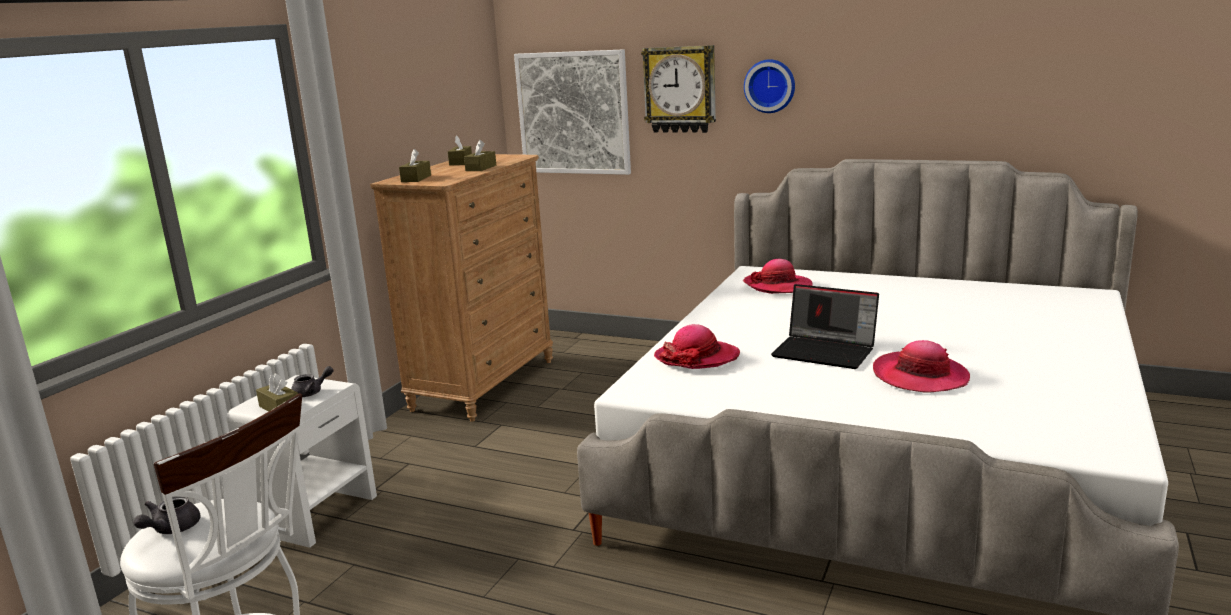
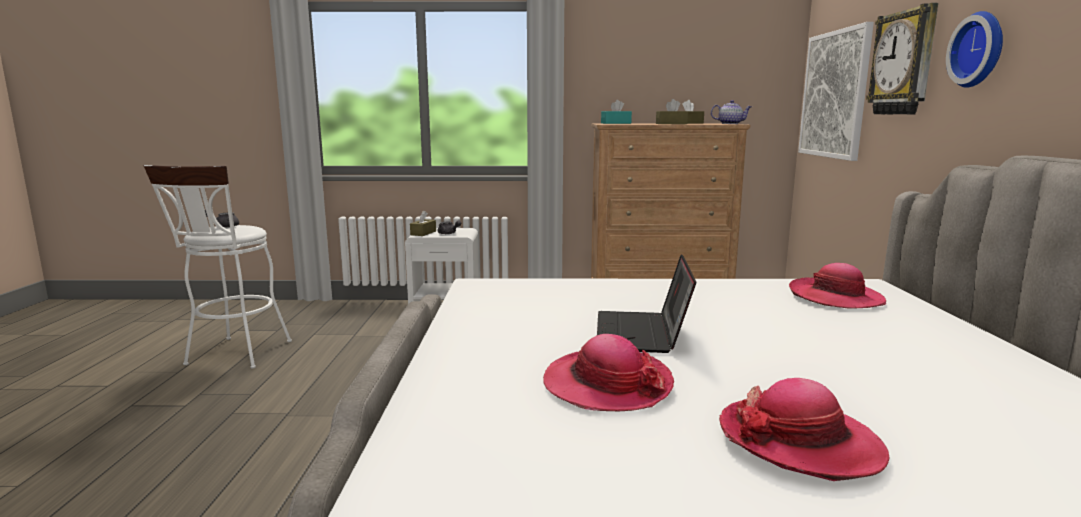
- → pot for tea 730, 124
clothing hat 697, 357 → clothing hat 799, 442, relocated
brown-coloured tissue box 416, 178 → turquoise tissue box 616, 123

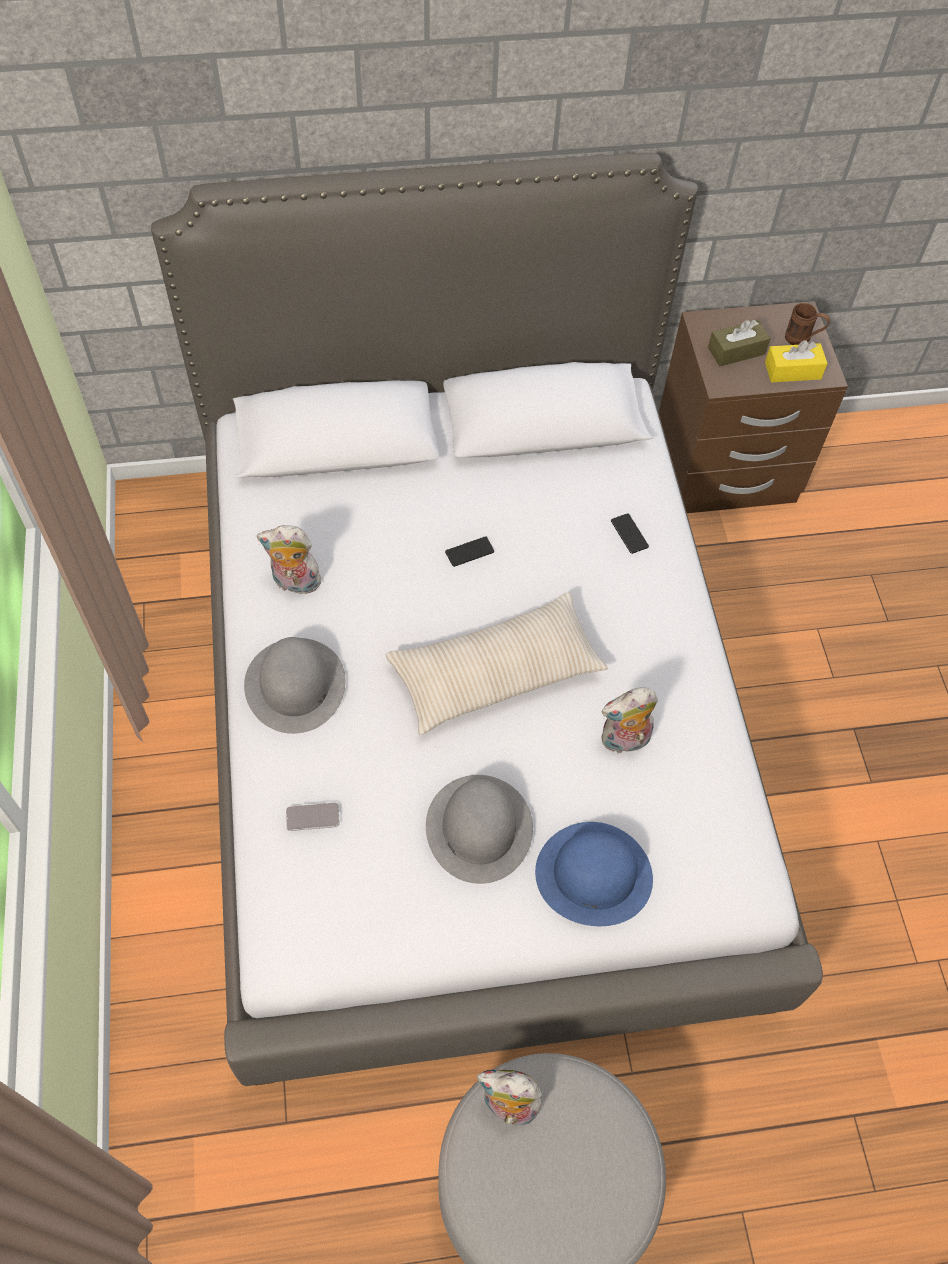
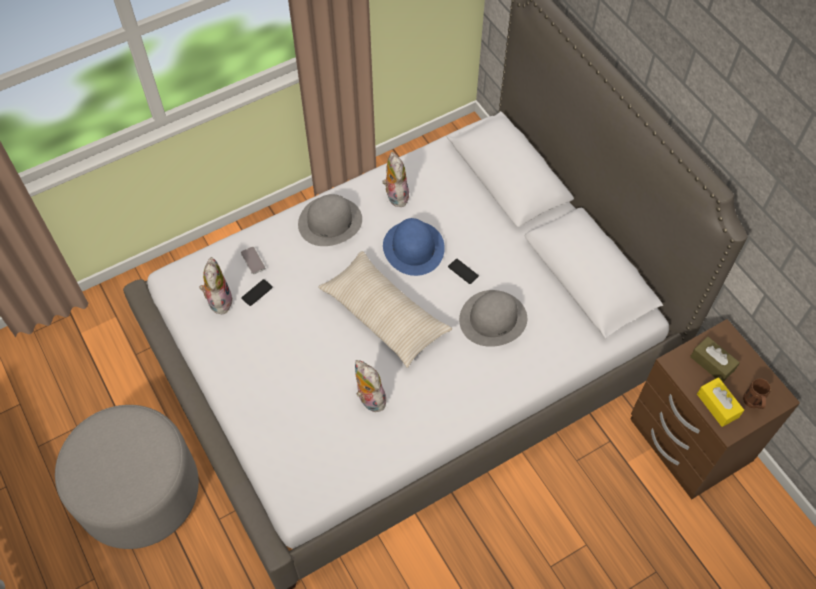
gray clothing hat 478, 827 → gray clothing hat 493, 318, relocated
soft toy 508, 1106 → soft toy 218, 300, relocated
bluish clothing hat 594, 874 → bluish clothing hat 413, 248, relocated
phone 629, 534 → phone 257, 293, relocated

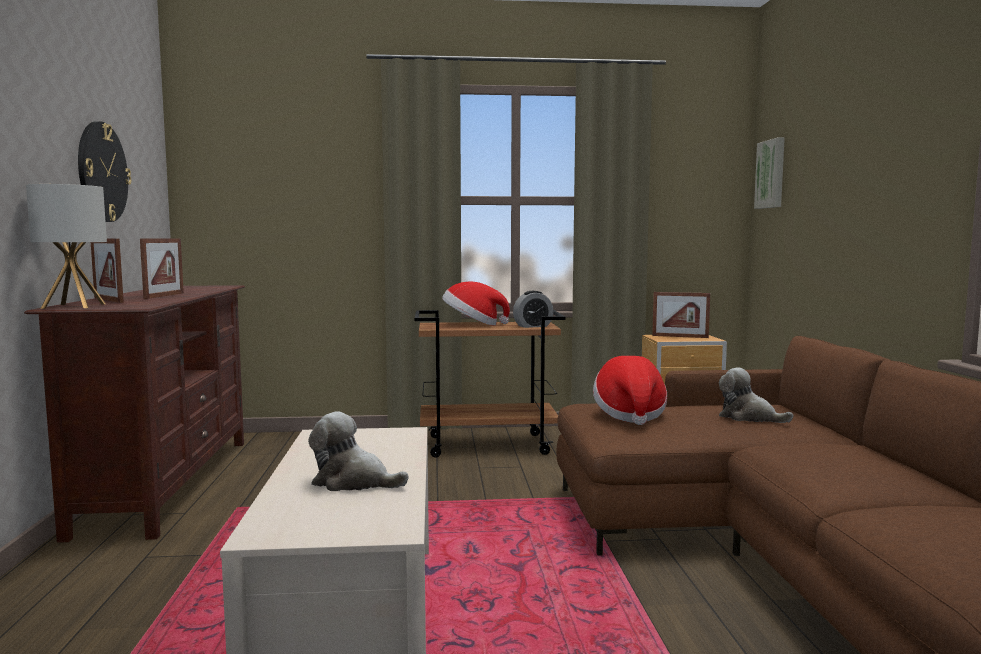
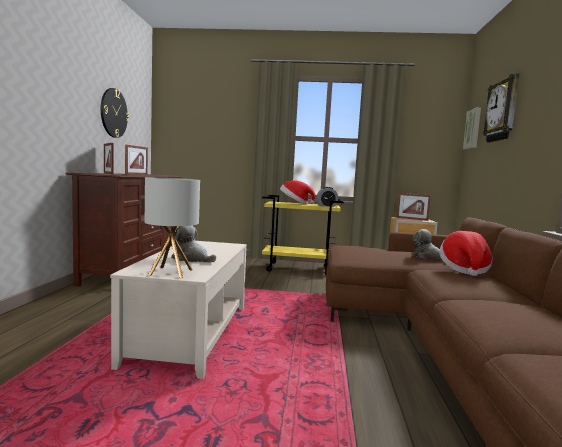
- → hanging clock 502, 110
lamp for a table 73, 306 → lamp for a table 170, 272, relocated
clothing hat 629, 414 → clothing hat 464, 269, relocated
brown-coloured cart 489, 445 → yellow cart 299, 269

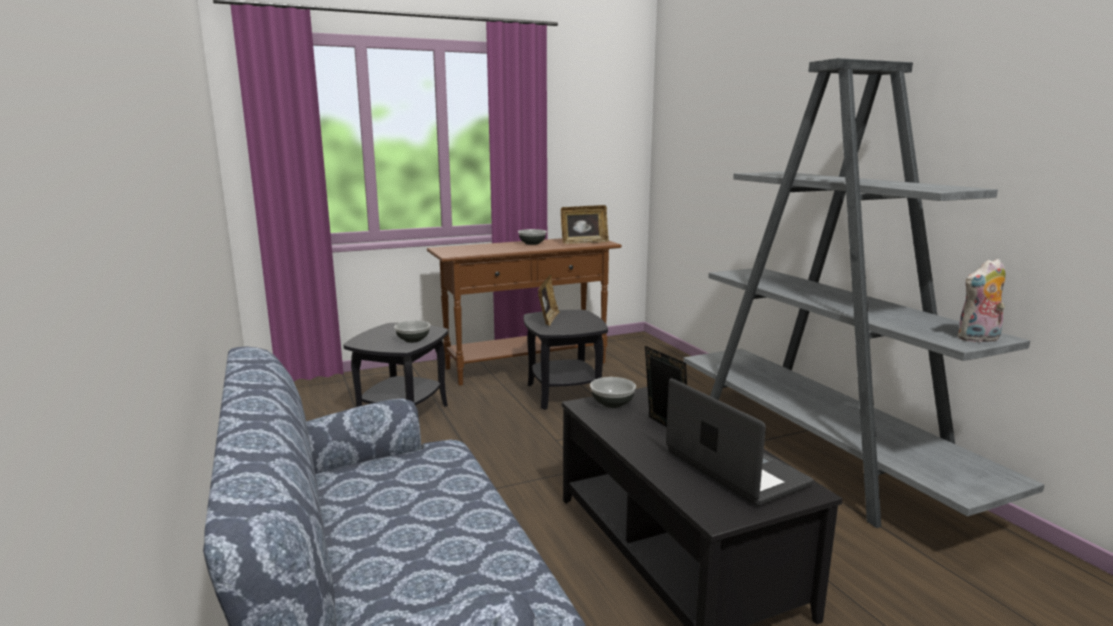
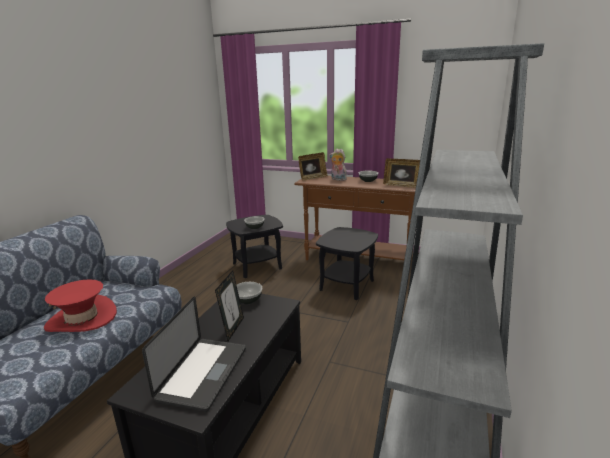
- → red-coloured clothing hat 82, 319
standing frame 548, 320 → standing frame 312, 178, relocated
soft toy 978, 339 → soft toy 337, 179, relocated

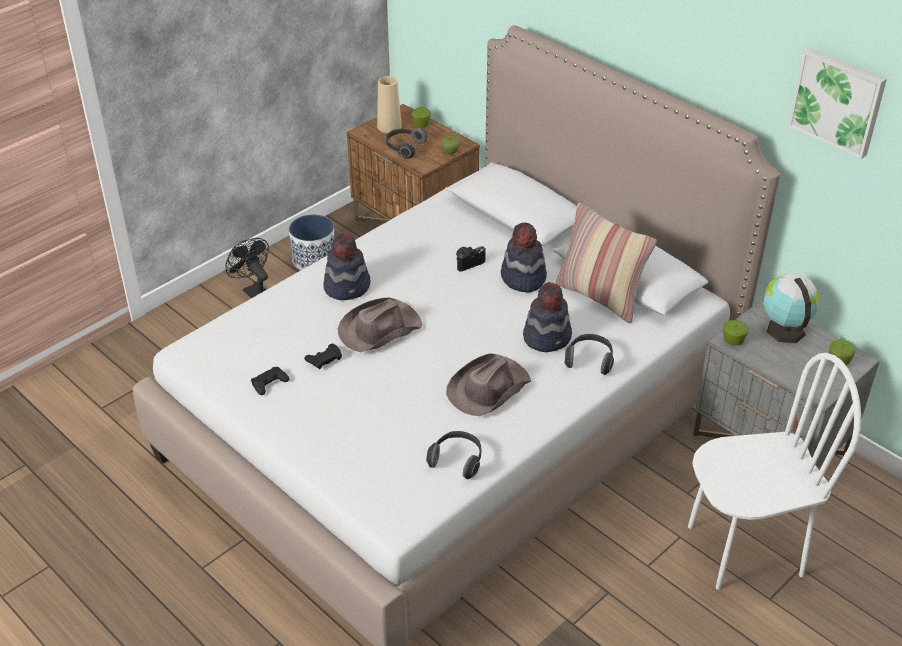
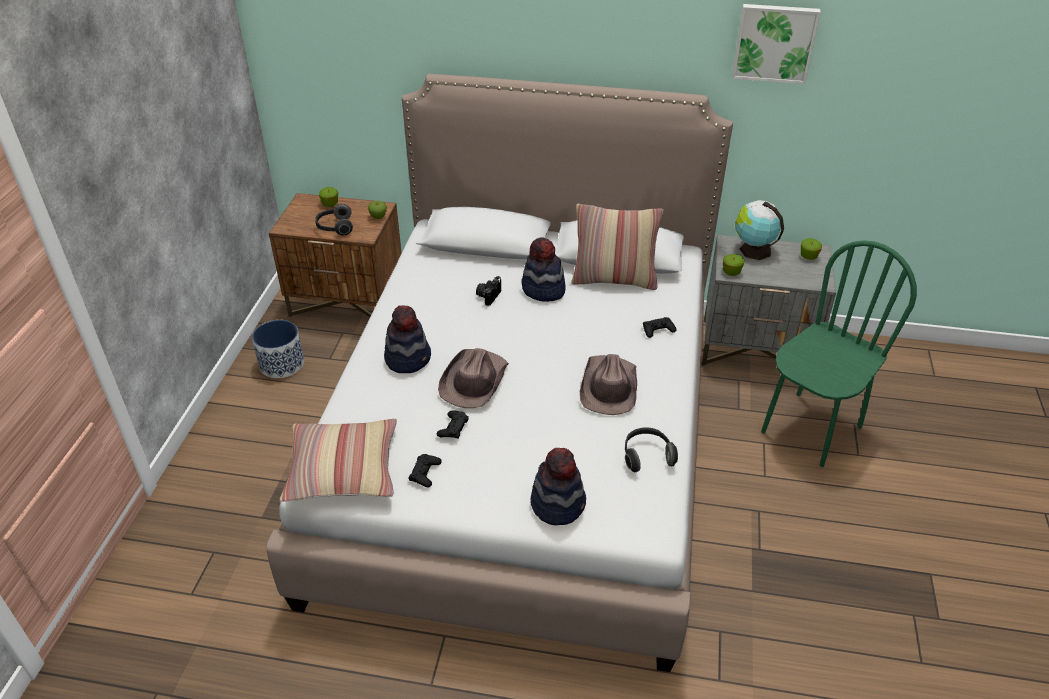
black-coloured cooling fan 254, 292 → -
sand-coloured vase 389, 126 → -
- → cushion 343, 469
clothing hat 547, 337 → clothing hat 558, 503, relocated
headset 589, 360 → black-coloured joypad 658, 330
white plain chair 744, 549 → green plain chair 810, 429

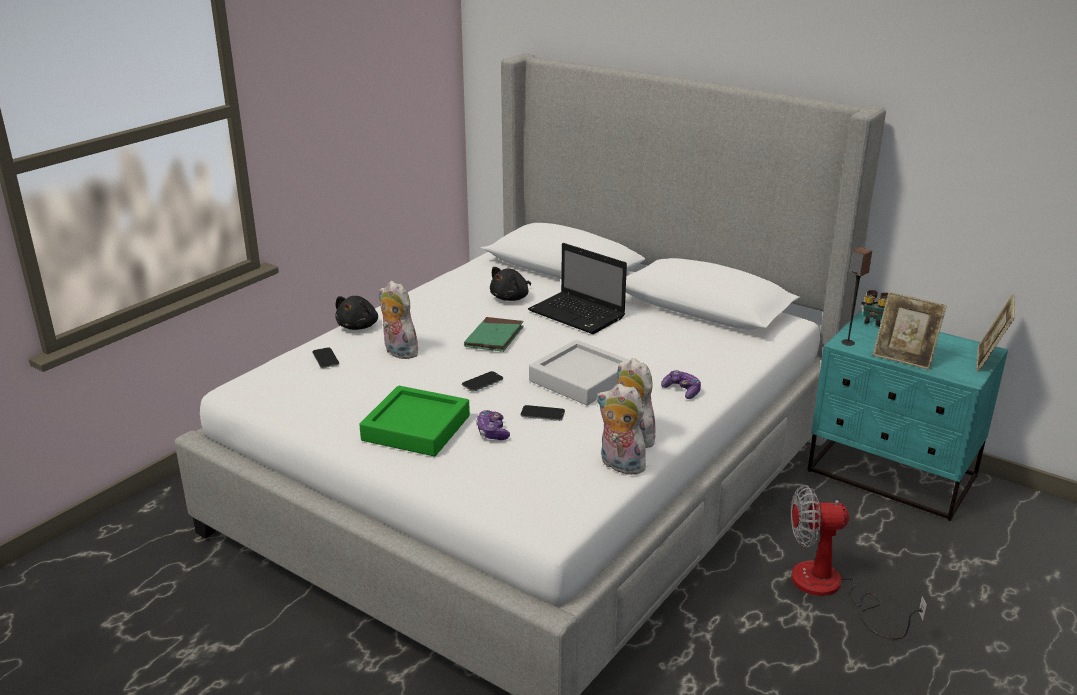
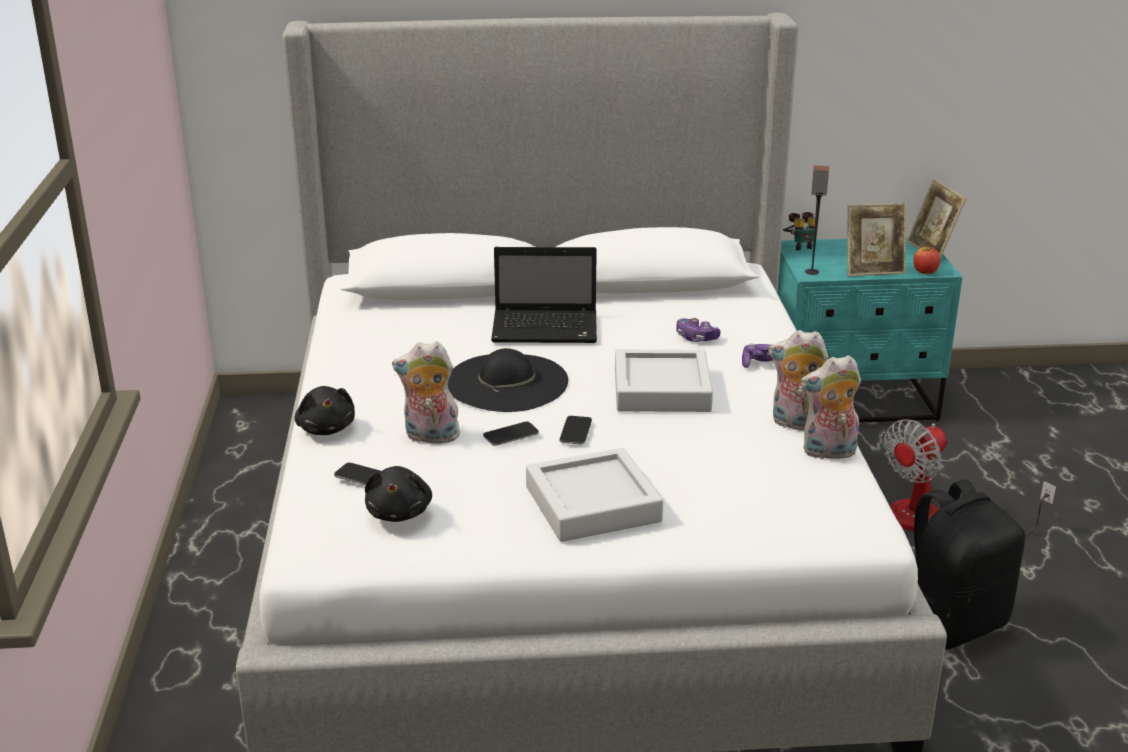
- → apple 925, 271
- → black-coloured knapsack 951, 623
joypad 492, 432 → joypad 696, 337, relocated
black-coloured soft toy 511, 298 → black-coloured soft toy 399, 512, relocated
phone 542, 414 → phone 511, 435, relocated
green volume 494, 337 → black-coloured clothing hat 506, 382
green carrying tray 416, 428 → gray carrying tray 592, 504

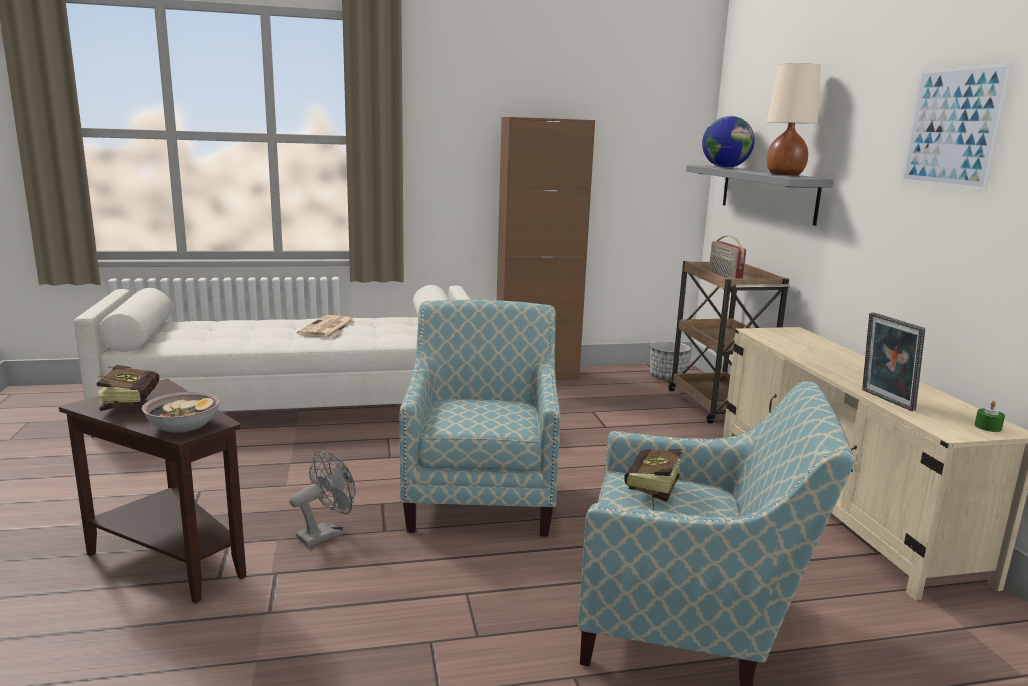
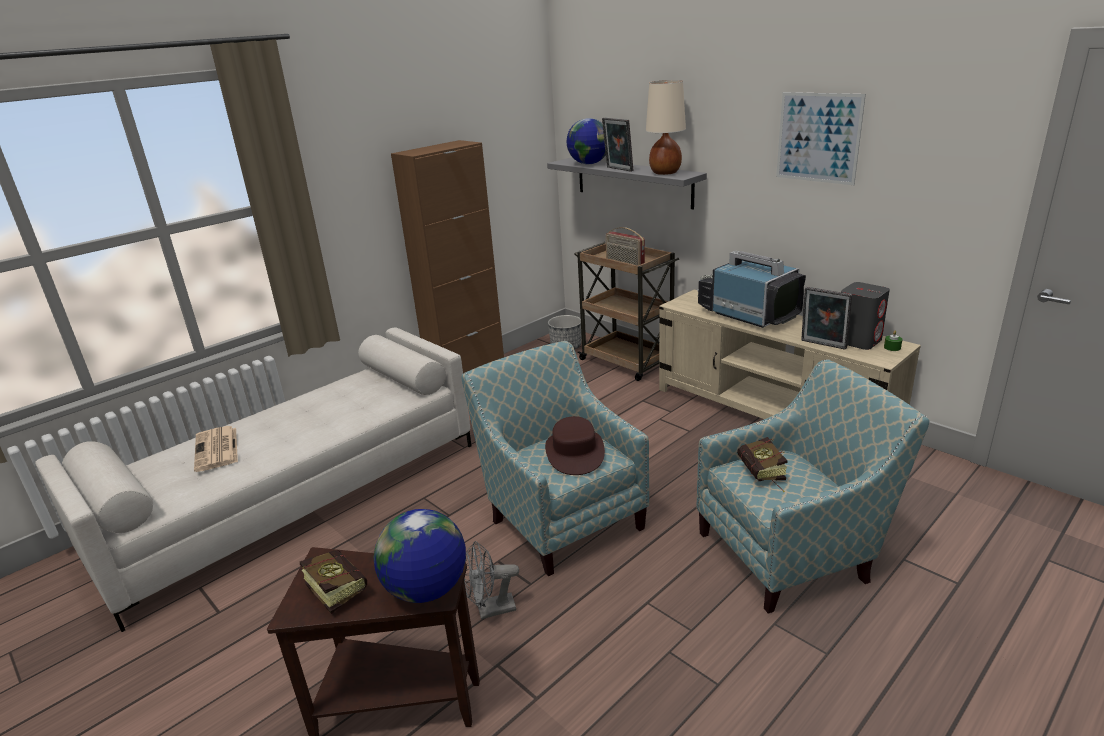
- → brown-coloured clothing hat 574, 452
- → standing frame 618, 169
- → television 747, 314
- → gray audio speaker 858, 340
printed paper 327, 328 → printed paper 217, 449, relocated
deep dish 183, 426 → globe 426, 590
gray cooling fan 326, 533 → gray cooling fan 490, 610, 120 degrees counterclockwise

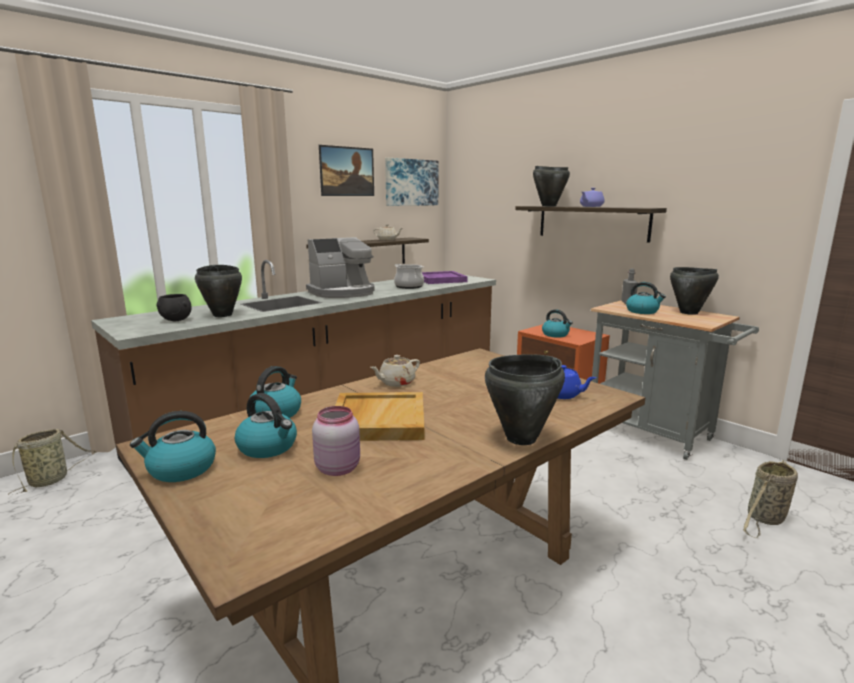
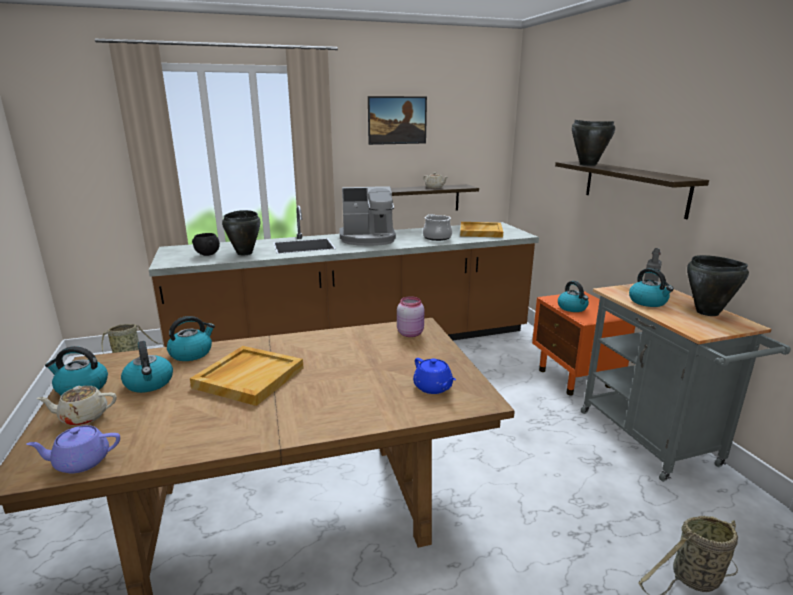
wall picture 411, 182 → -
black-coloured stockpot 522, 438 → -
pinkish storage jar 338, 468 → pinkish storage jar 411, 333, relocated
sand-coloured pot for tea 396, 383 → sand-coloured pot for tea 83, 417, relocated
purplish pot for tea 591, 206 → purplish pot for tea 81, 462, relocated
purplish carrying tray 440, 280 → sand-coloured carrying tray 480, 232

